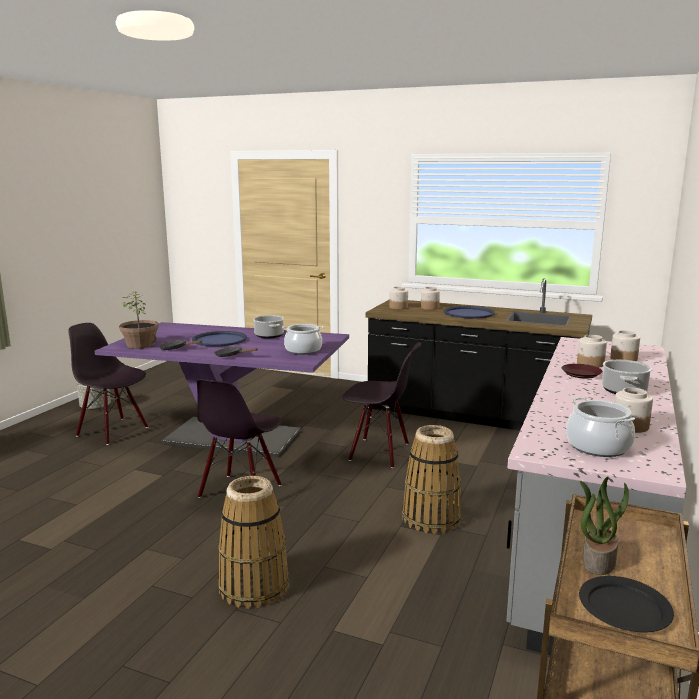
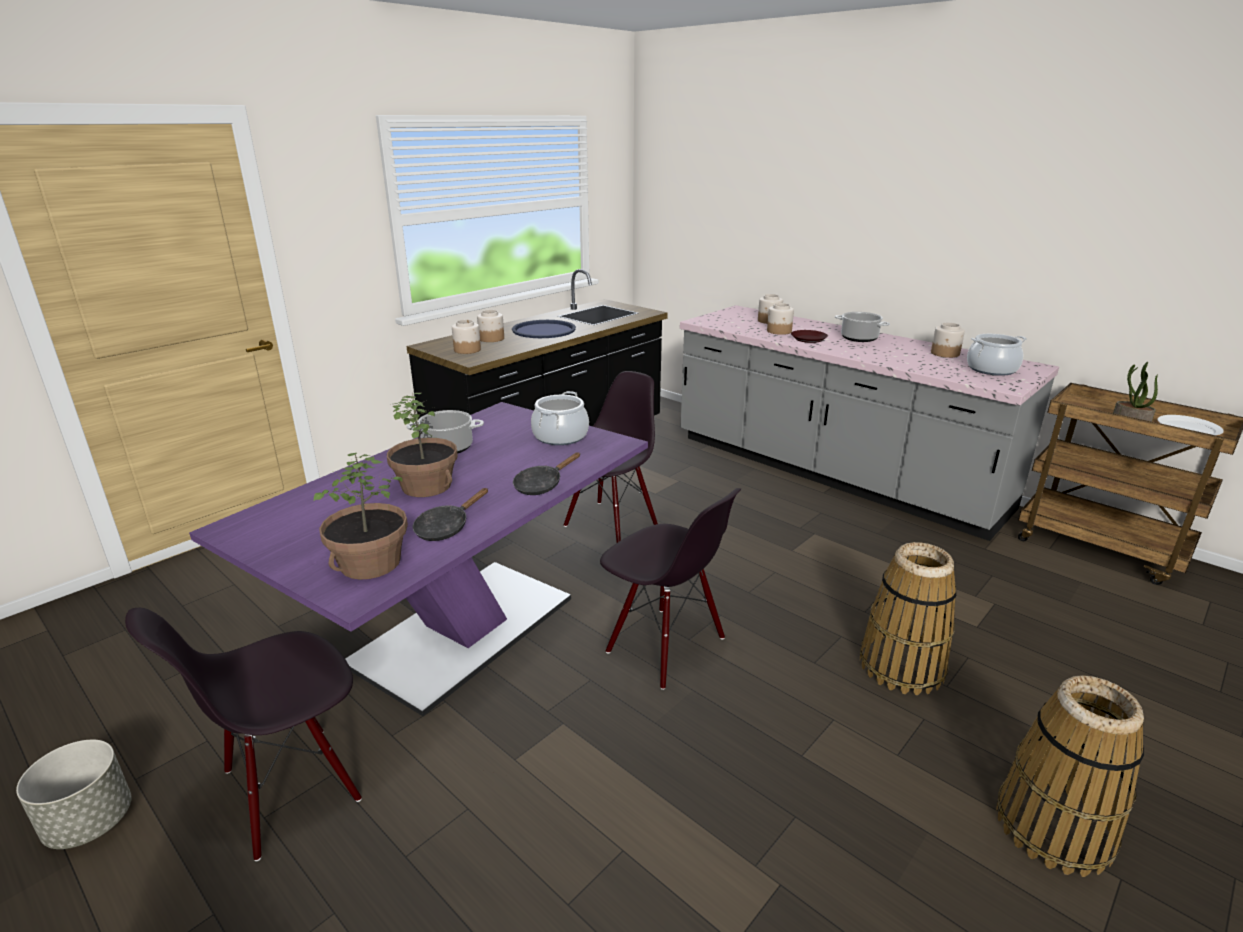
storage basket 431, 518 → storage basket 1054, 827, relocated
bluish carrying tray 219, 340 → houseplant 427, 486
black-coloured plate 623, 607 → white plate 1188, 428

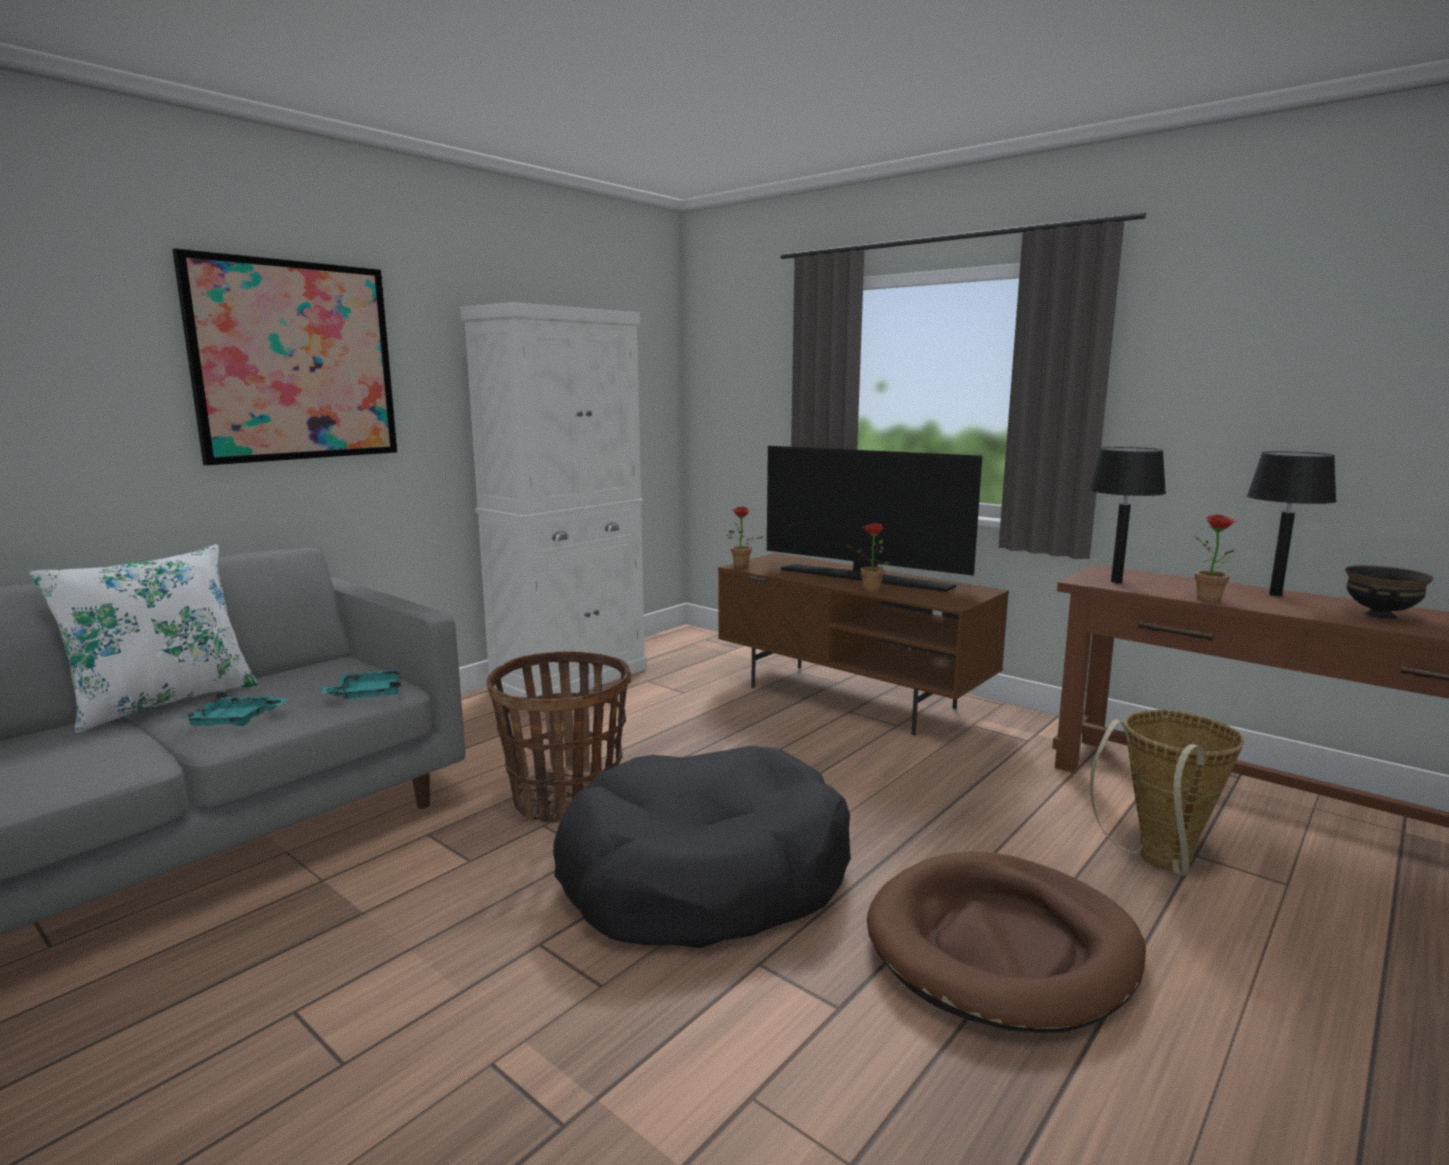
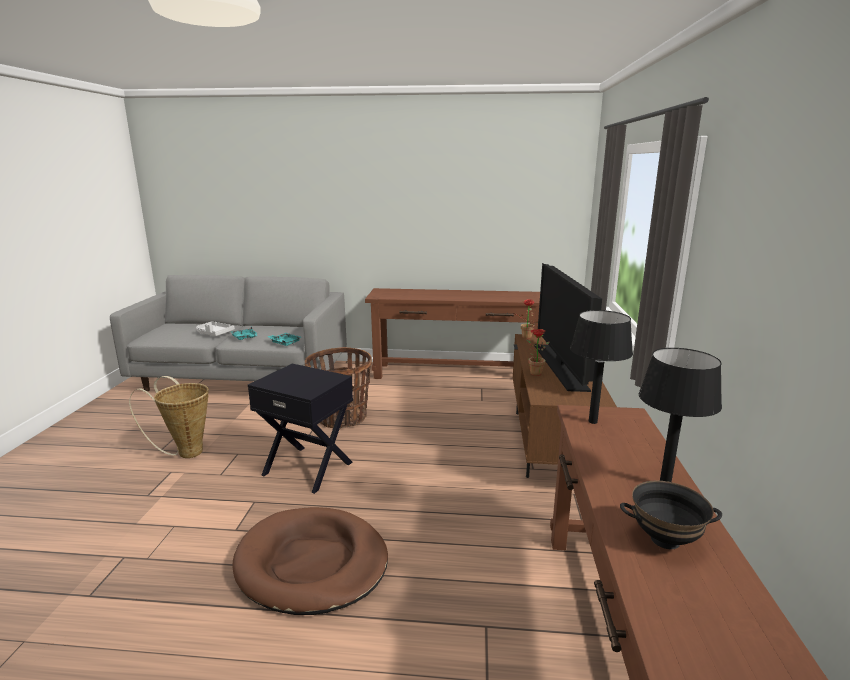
white cushion 163, 701 → -
wall picture 294, 361 → -
houseplant 1212, 601 → -
- → gray carrying tray 214, 333
storage basket 1158, 863 → storage basket 186, 452, relocated
white storage cabinet 570, 679 → brown-coloured hall table 455, 373
black-coloured dog cushion 703, 876 → black-coloured side table 308, 468

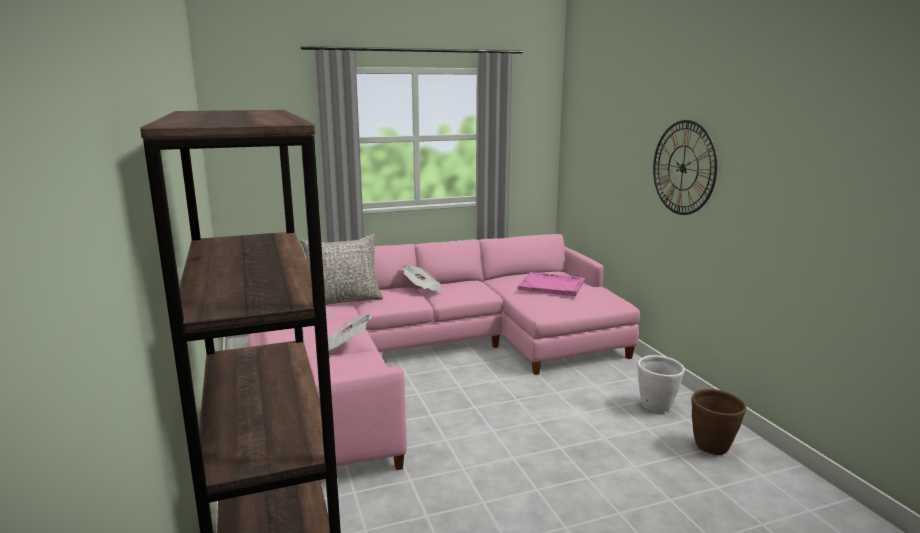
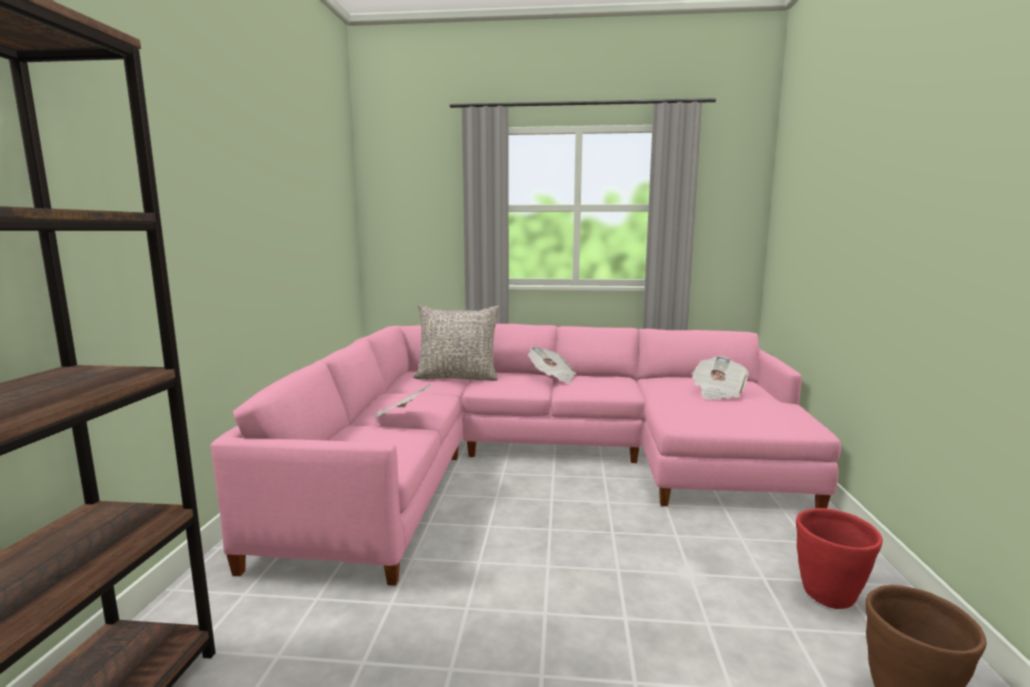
hanging clock 683, 168 → -
pinkish carrying tray 552, 286 → printed paper 717, 393
white planter 656, 407 → red-coloured planter 829, 597

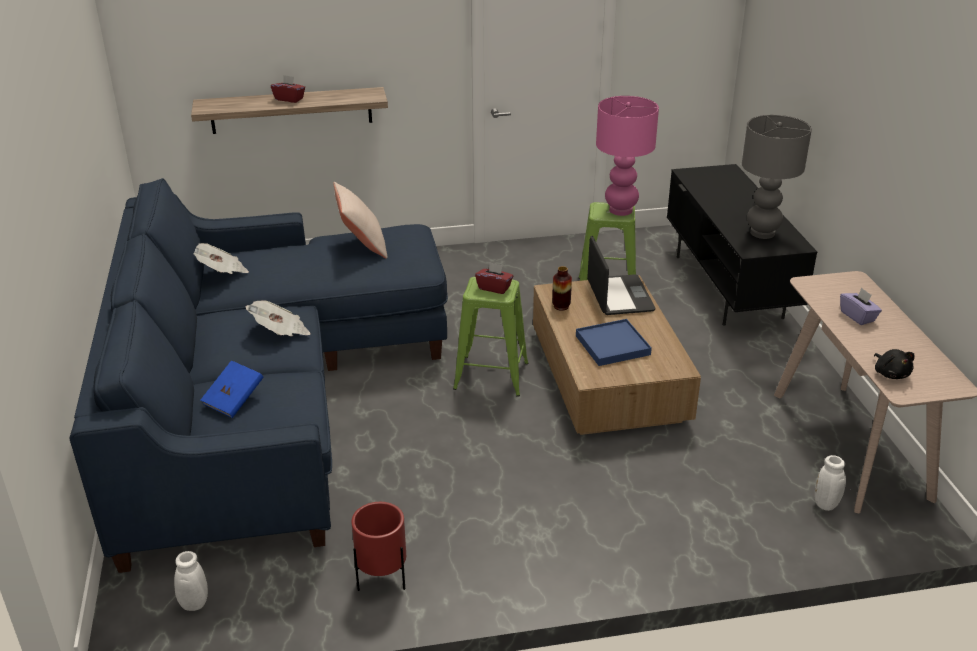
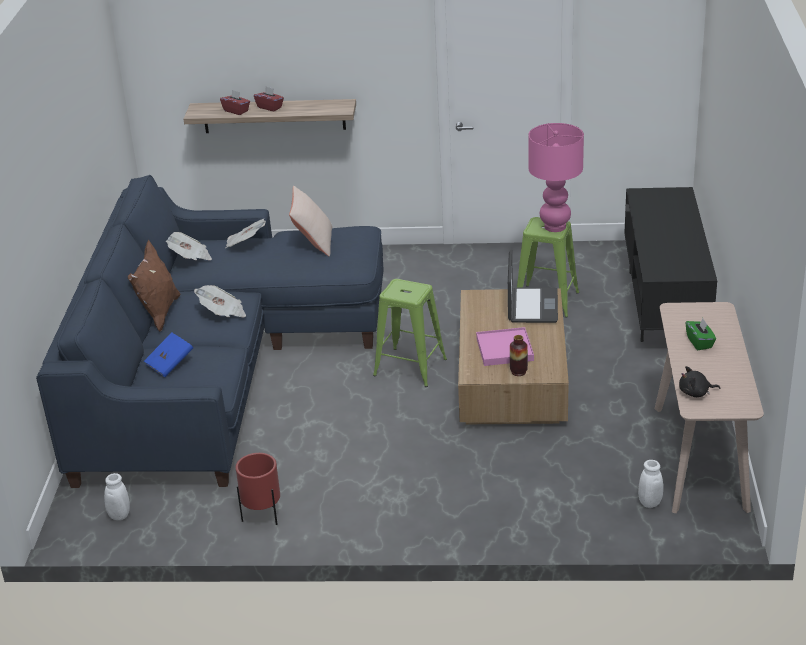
gray lamp for a table 762, 233 → -
- → brown-coloured cushion 159, 313
- → printed paper 245, 244
red-coloured tissue box 494, 288 → red-coloured tissue box 236, 111, relocated
vase 561, 306 → vase 518, 372, relocated
bluish carrying tray 612, 345 → pinkish carrying tray 504, 349
purplish tissue box 858, 316 → green tissue box 700, 342
black-coloured soft toy 891, 373 → black-coloured soft toy 696, 393, 90 degrees clockwise

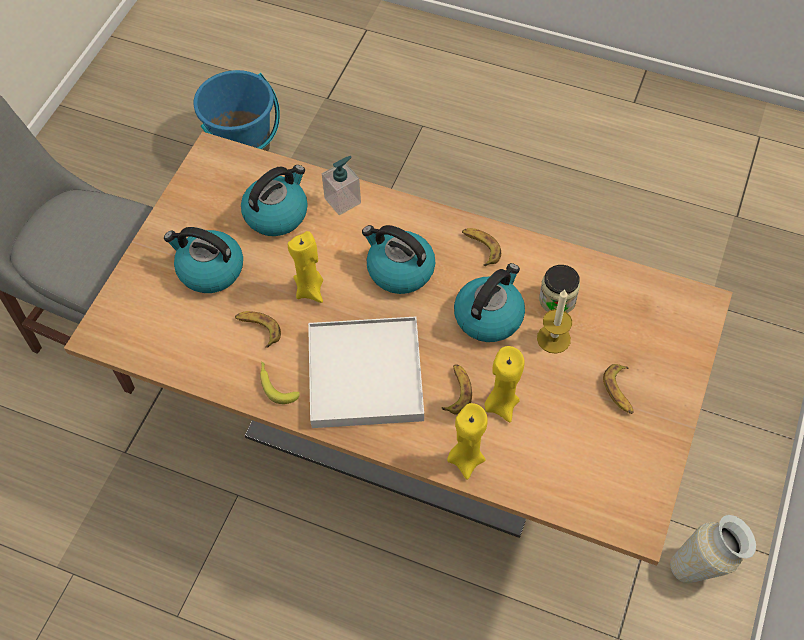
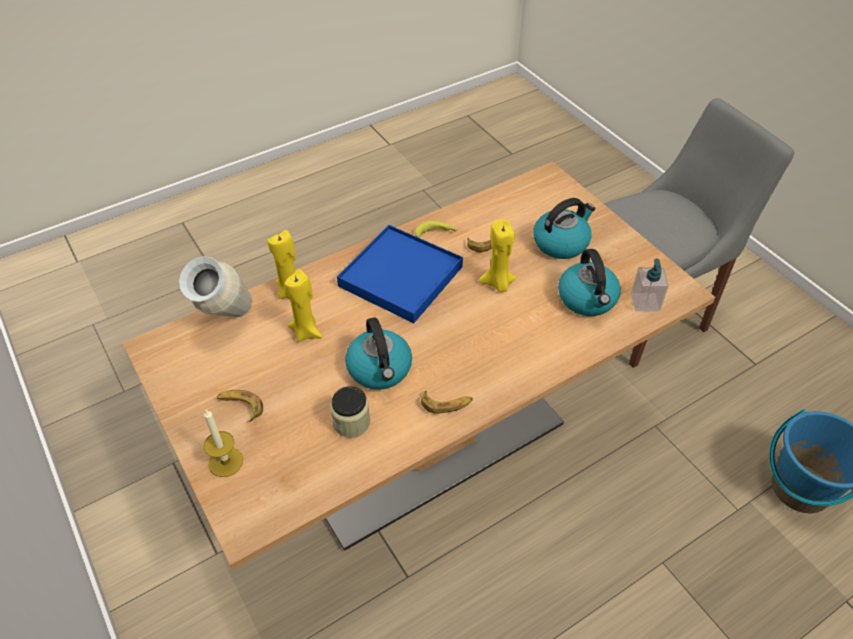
water kettle 399, 270 → -
banana fruit 456, 391 → -
soap bottle 343, 200 → soap bottle 645, 302, relocated
wax light 553, 338 → wax light 225, 462, relocated
vase 703, 567 → vase 226, 324, relocated
white carrying tray 365, 375 → bluish carrying tray 401, 277

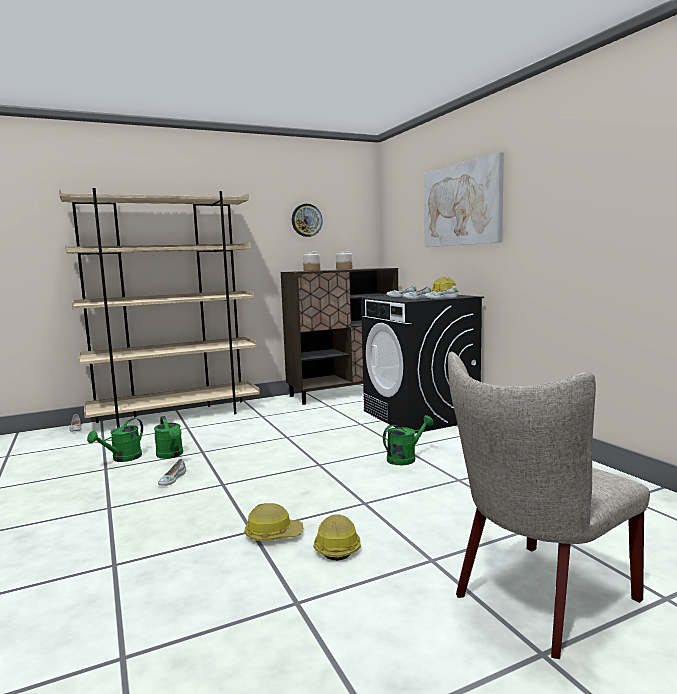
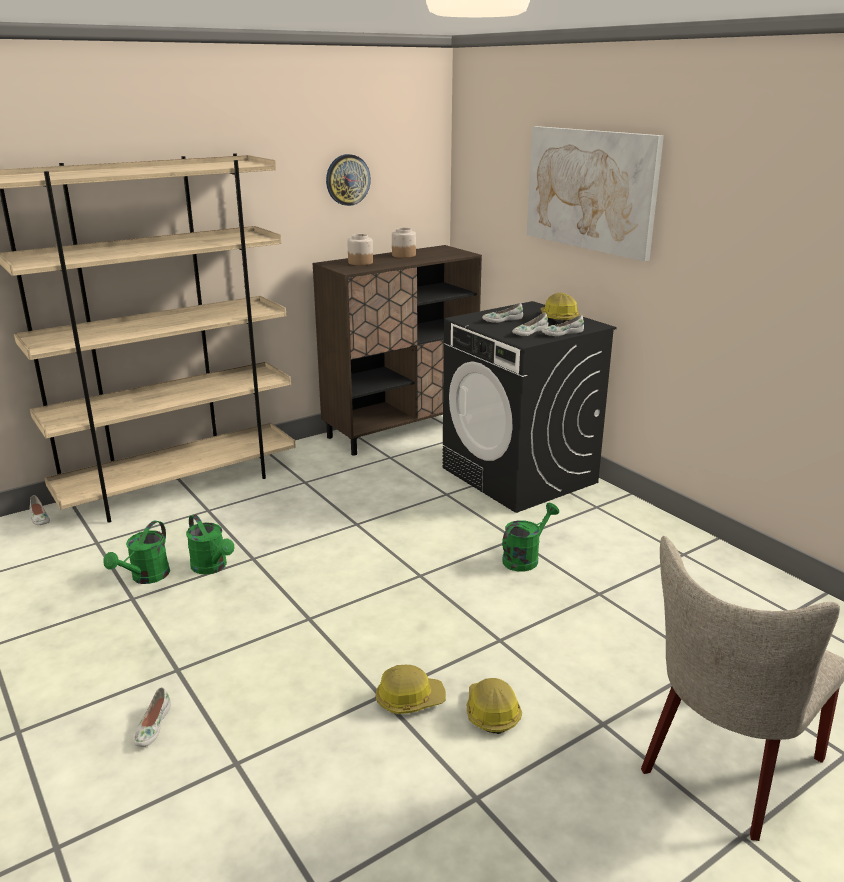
white shoe 172, 479 → white shoe 152, 726, relocated

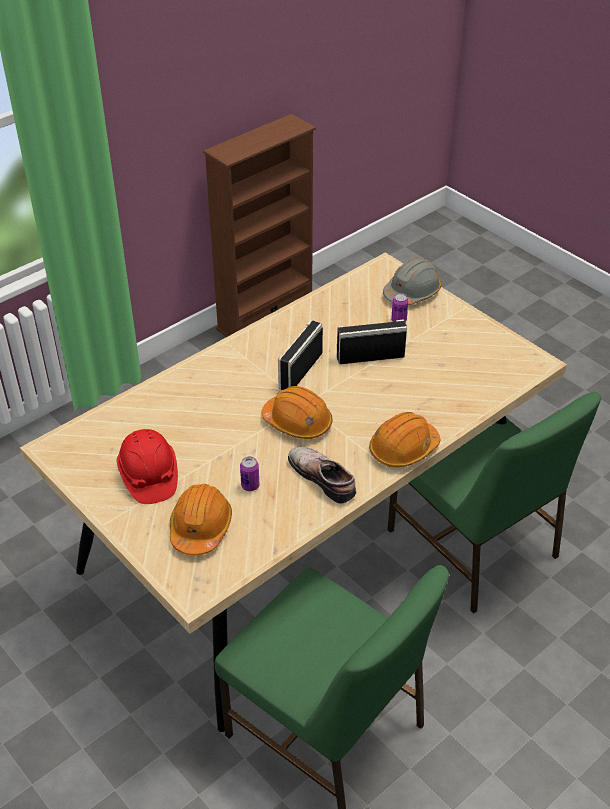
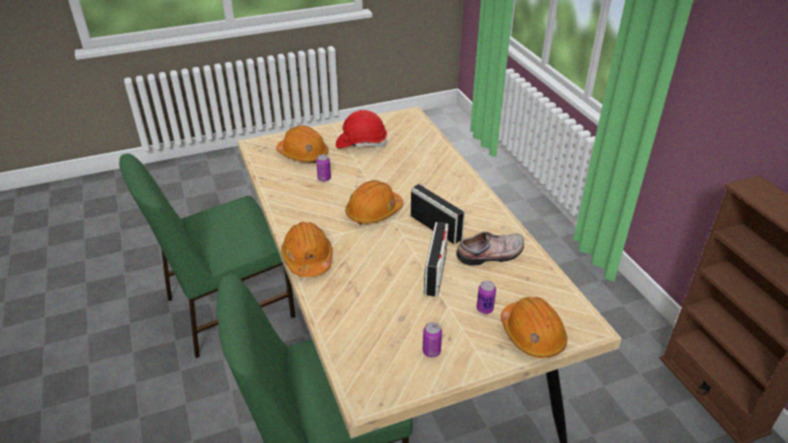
- → metal can 431, 351
shoe 324, 477 → shoe 491, 255, relocated
gray hard hat 412, 292 → orangey hard hat 532, 335

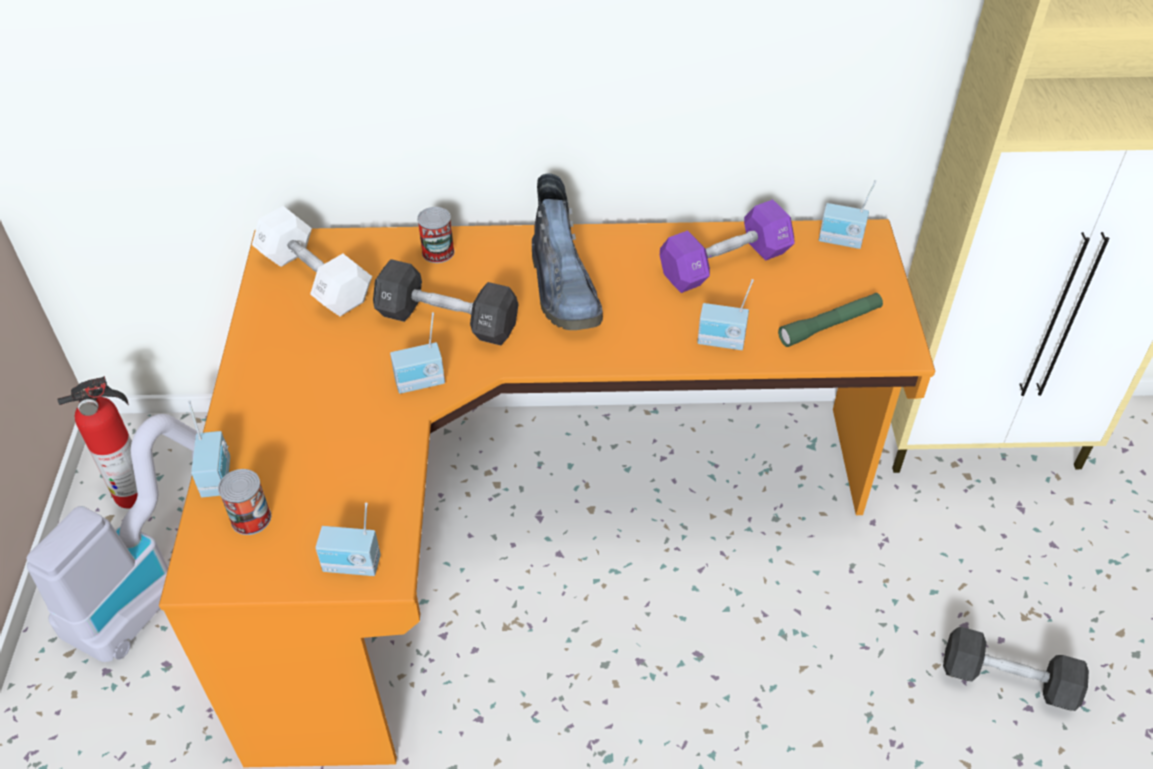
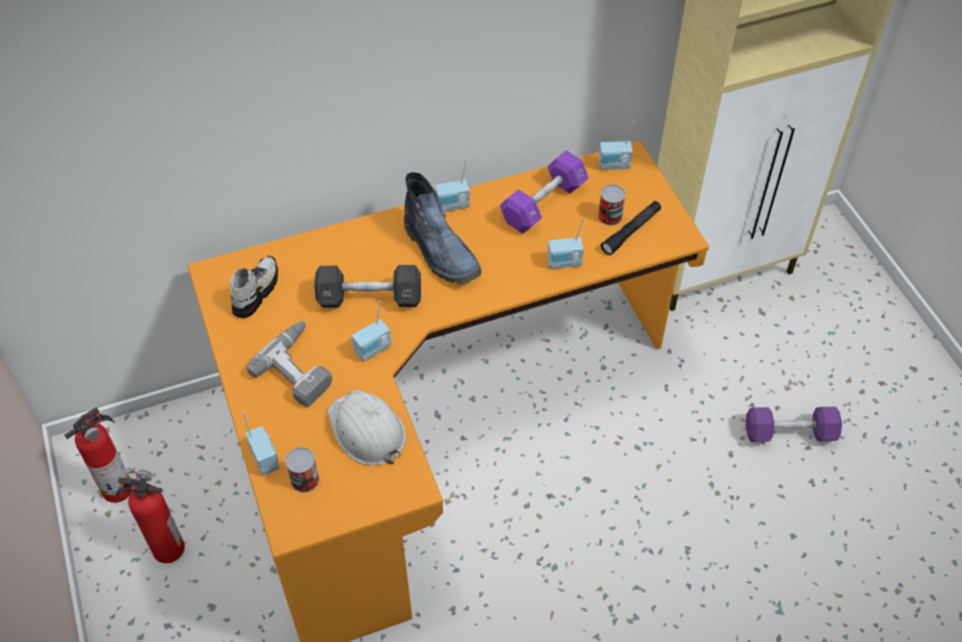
- → electric drill 301, 367
- → white hard hat 367, 430
radio set 351, 566 → radio set 453, 206, relocated
metal can 438, 252 → metal can 610, 216, relocated
hoover 151, 578 → fire extinguisher 166, 548
white hand weight 315, 279 → shoe 256, 292
green hand torch 830, 325 → black-coloured hand torch 631, 231
black-coloured hand weight 1008, 680 → purplish hand weight 789, 433

